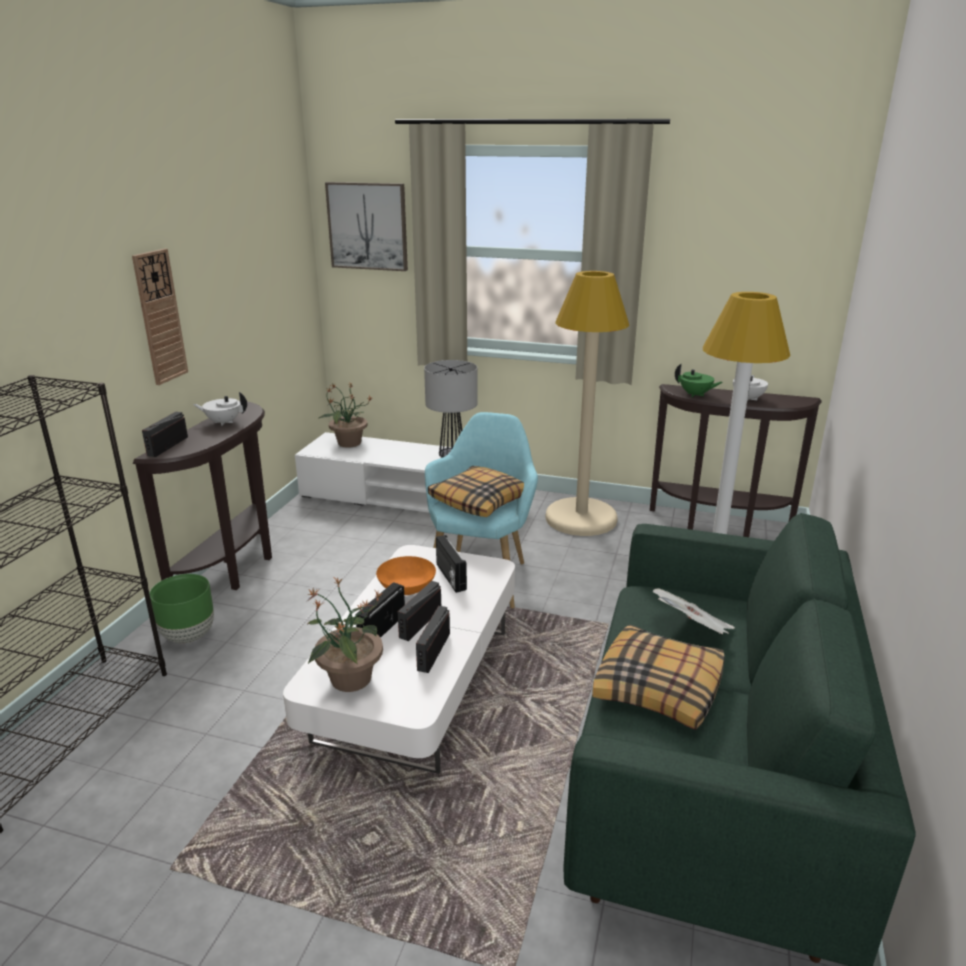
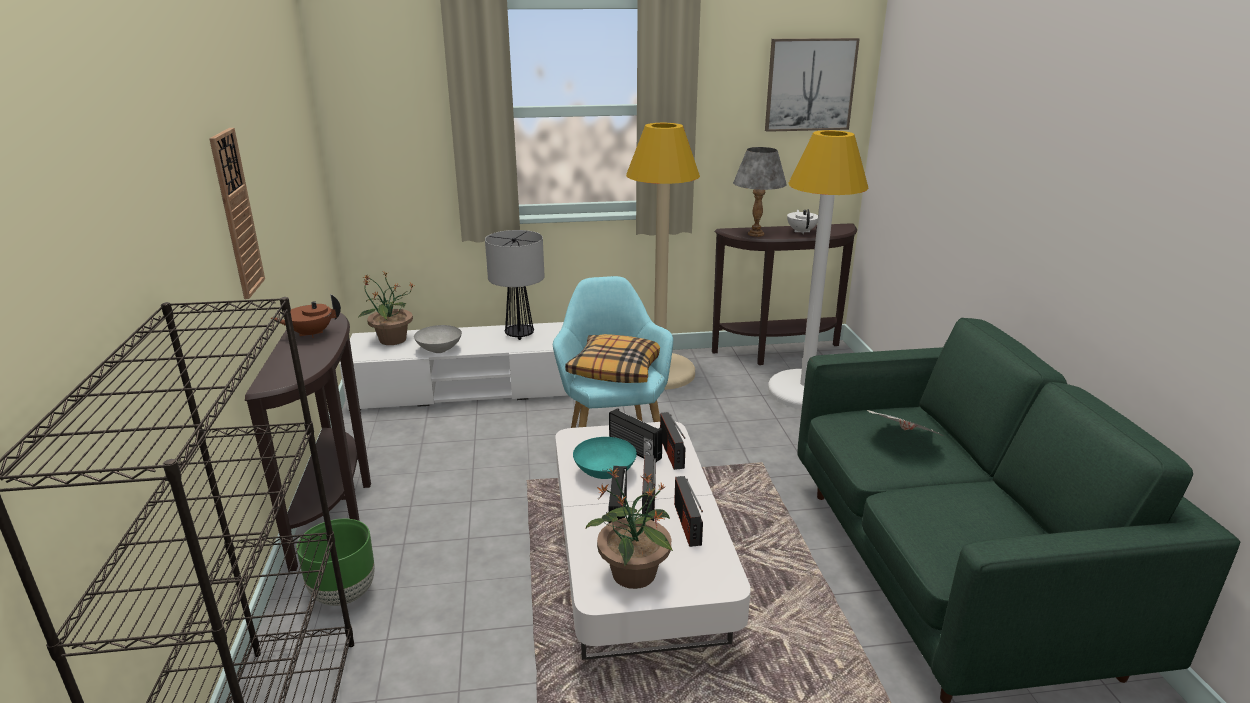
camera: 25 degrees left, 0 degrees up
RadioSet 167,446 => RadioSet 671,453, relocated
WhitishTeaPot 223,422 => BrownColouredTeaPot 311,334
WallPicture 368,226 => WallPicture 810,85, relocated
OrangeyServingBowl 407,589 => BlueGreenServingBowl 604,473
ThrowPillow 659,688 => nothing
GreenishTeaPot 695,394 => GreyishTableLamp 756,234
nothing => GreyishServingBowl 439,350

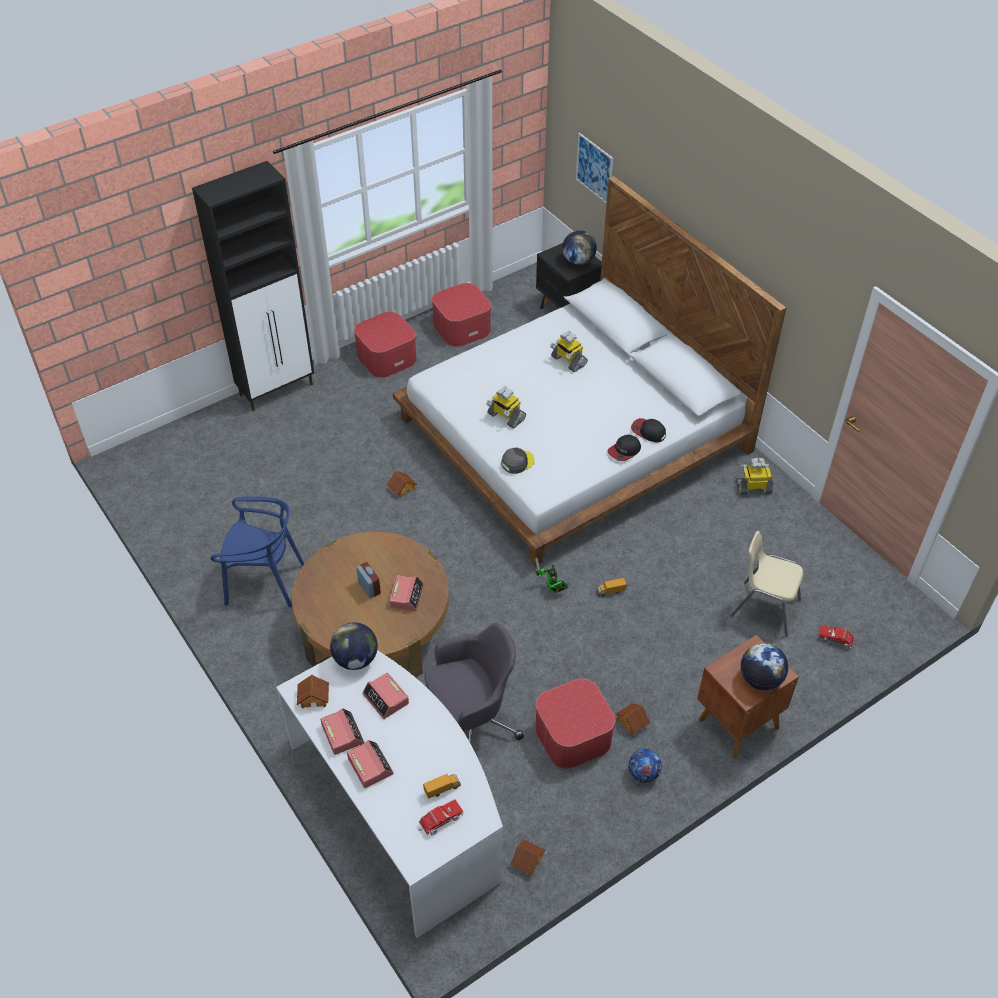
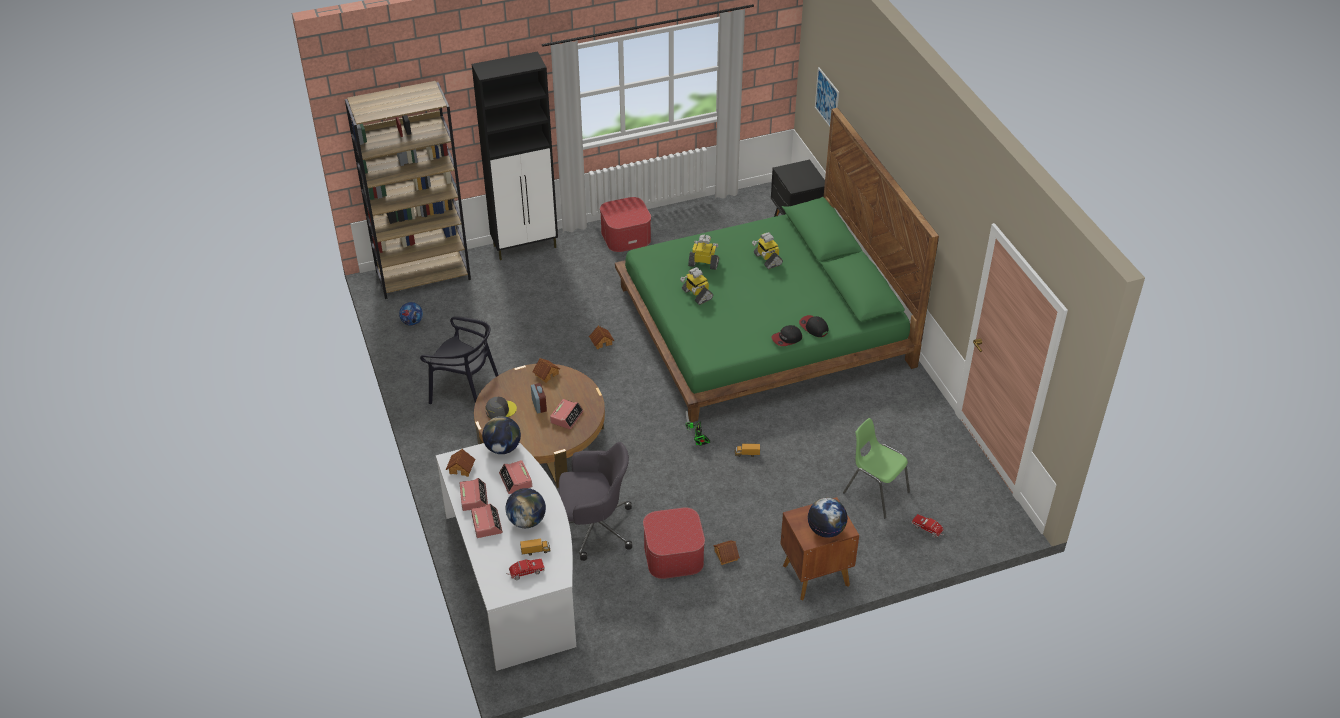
camera: 15 degrees right, 5 degrees down
BlueColouredPlainChair 264,582 => BlackishPlainChair 466,392
WhitishSleepingBed 572,434 => GreenishSleepingBed 762,324
Footrest 462,327 => nothing
GreyishPeakedCap 517,462 => GreyishPeakedCap 500,410, relocated
ToyHouse 527,860 => ToyHouse 546,374, relocated
WorldGlobe 578,261 => WorldGlobe 527,521, relocated
BallForFootball 643,773 => BallForFootball 412,322, relocated
BeigeColouredPlainChair 764,608 => GreenishPlainChair 875,492
ModelRobot 753,488 => ModelRobot 704,263, relocated
nothing => BrownColouredBookcase 423,275

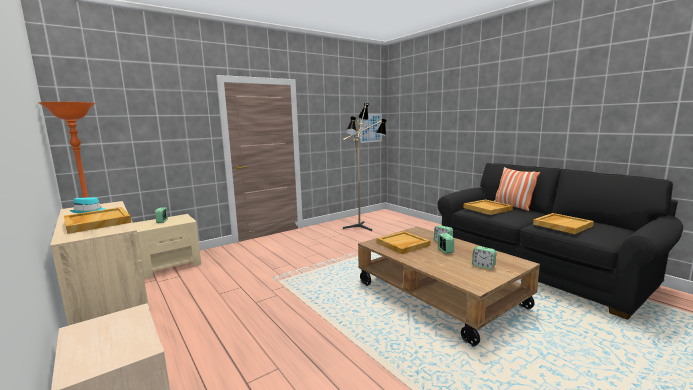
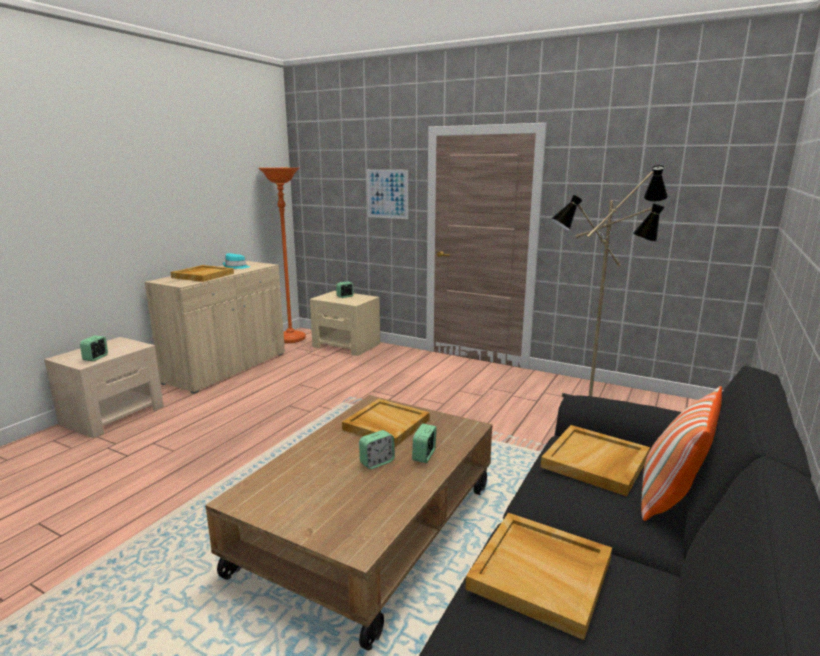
camera: 65 degrees right, 5 degrees up
WallPicture 371,128 => WallPicture 387,194, relocated
BedsideClock 483,266 => BedsideClock 96,358, relocated

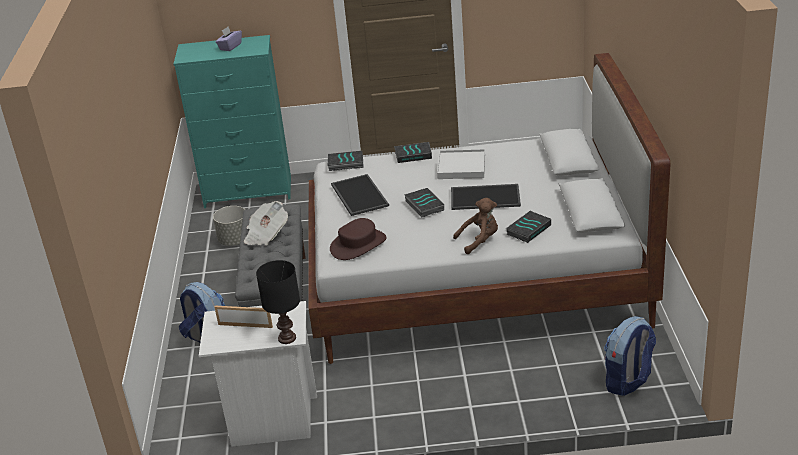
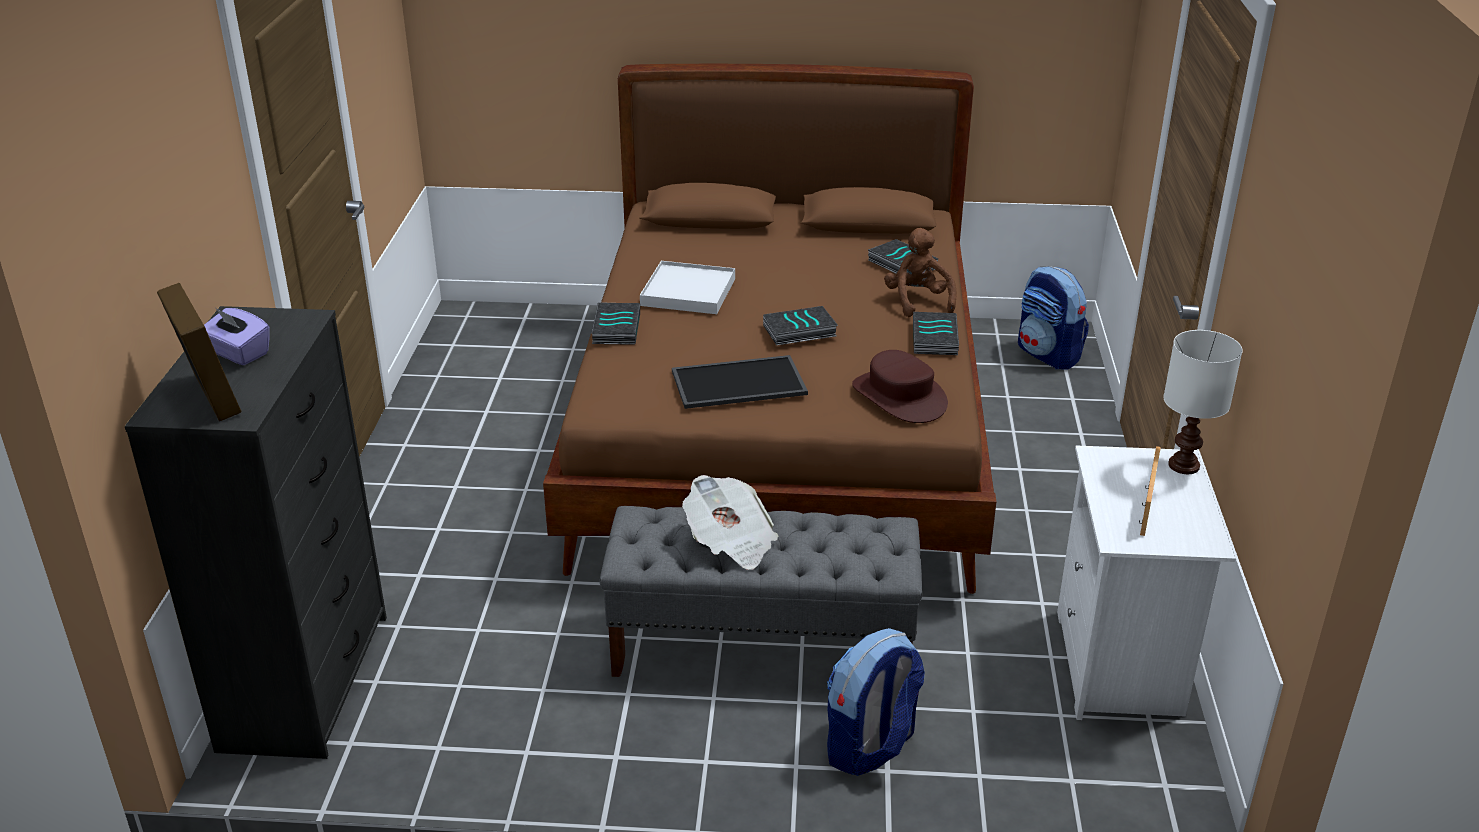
camera: 85 degrees left, 0 degrees up
BlueGreenDrawerChest 249,192 => BlackishDrawerChest 306,680
GreyishPlanter 234,241 => nothing
BlackishTableLamp 287,338 => WhitishTableLamp 1184,465
WhitishSleepingBed 474,279 => BrownColouredSleepingBed 781,435
Book 345,164 => Book 936,339, relocated
Tray 486,197 => nothing
nothing => StandingFrame 209,397

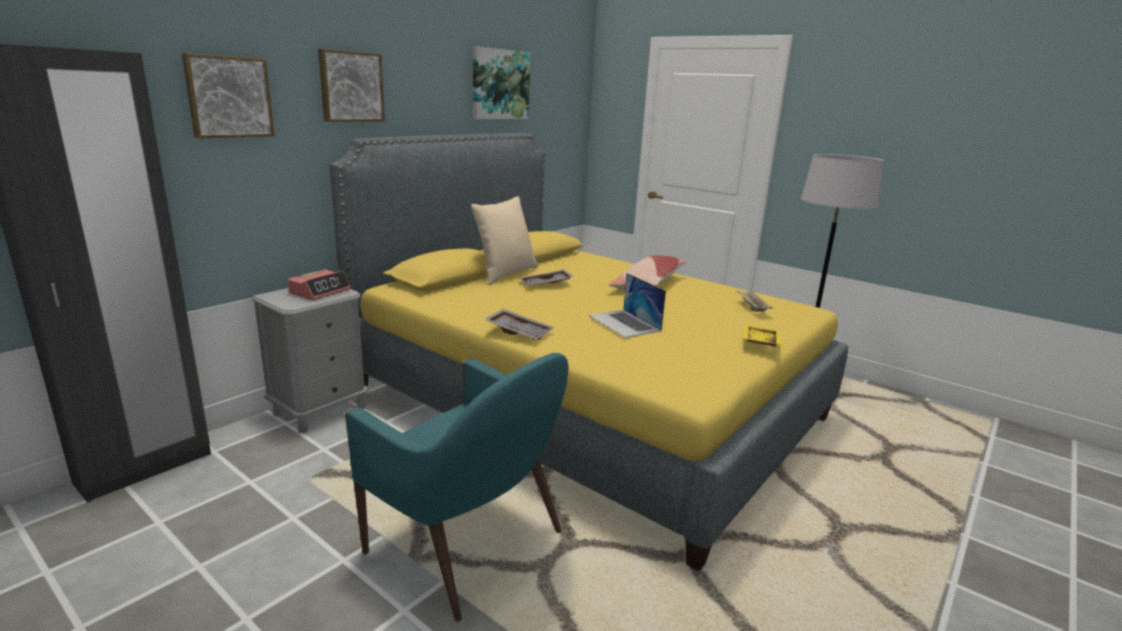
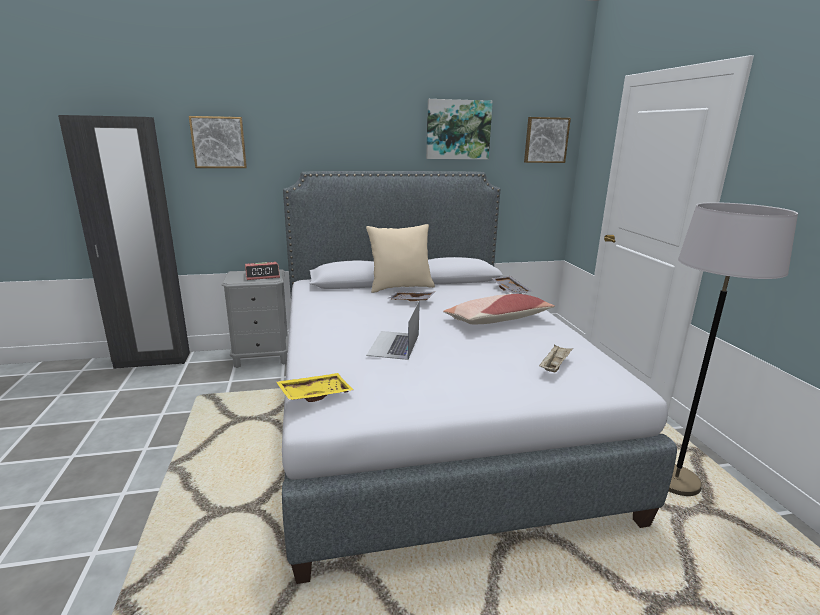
camera: 40 degrees right, 0 degrees up
WallPicture 350,86 => WallPicture 545,140, relocated
YellowSleepingBed 584,402 => GreyishSleepingBed 424,412
BlueGreenArmchair 468,544 => nothing
GreyishTray 519,332 => GreyishTray 511,290, relocated
YellowTray 759,343 => YellowTray 315,394, relocated

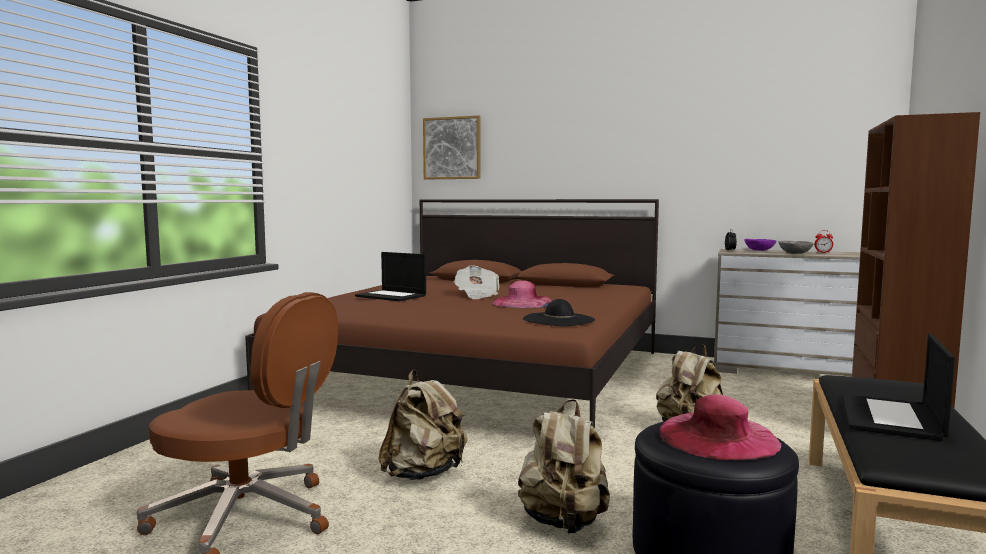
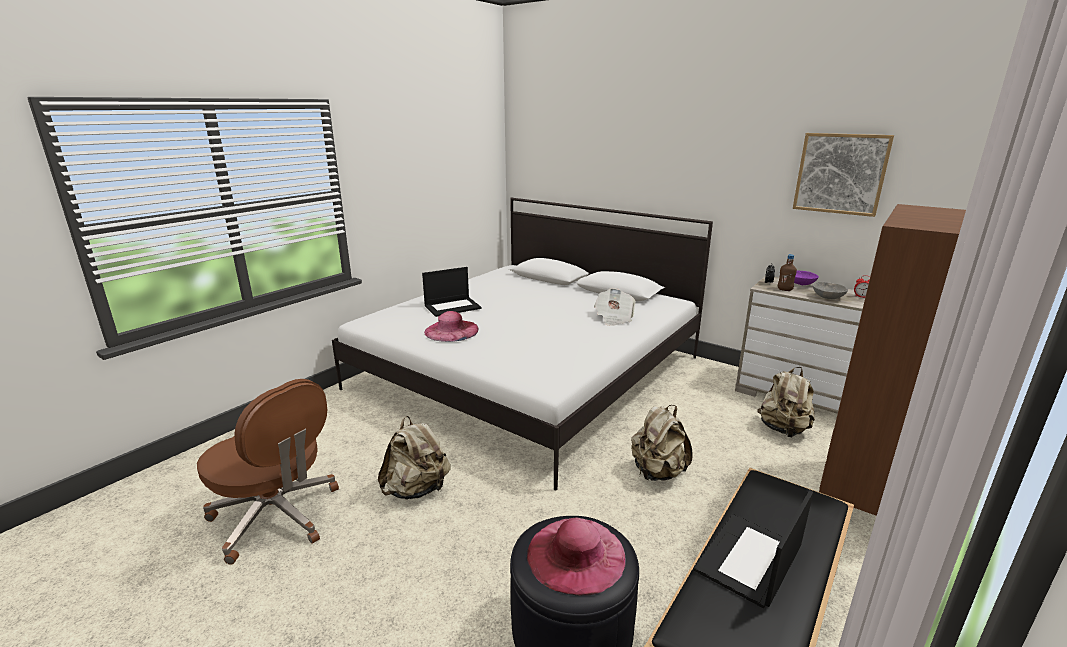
camera: 15 degrees right, 15 degrees up
BrownColouredSleepingBed 481,376 => WhitishSleepingBed 528,372
PortableComputer 392,296 => PortableComputer 453,307, 75 degrees counterclockwise
WallPicture 452,148 => WallPicture 840,173, relocated
Newspaper 477,295 => Newspaper 614,318, relocated
PinkColouredClothingHat 523,302 => PinkColouredClothingHat 451,330, relocated
BeigeColouredBackpack 563,522 => BeigeColouredBackpack 783,429, relocated
BlackishClothingHat 558,319 => nothing
nothing => BrownColouredBeverageBottle 784,290

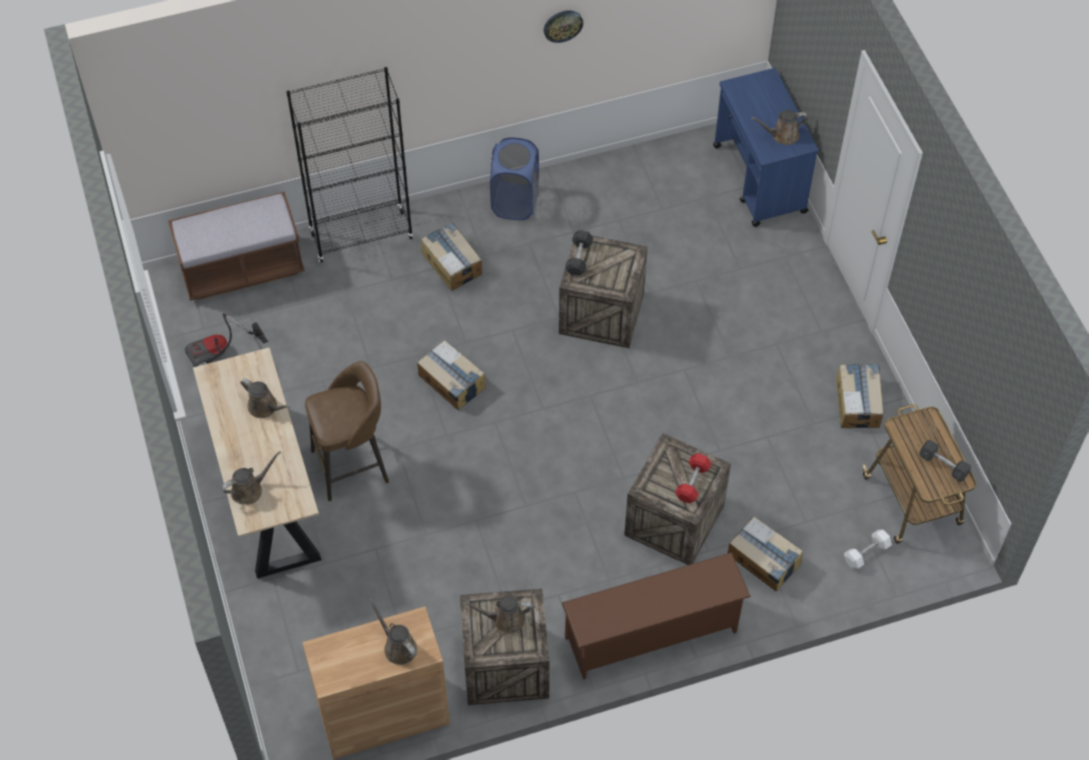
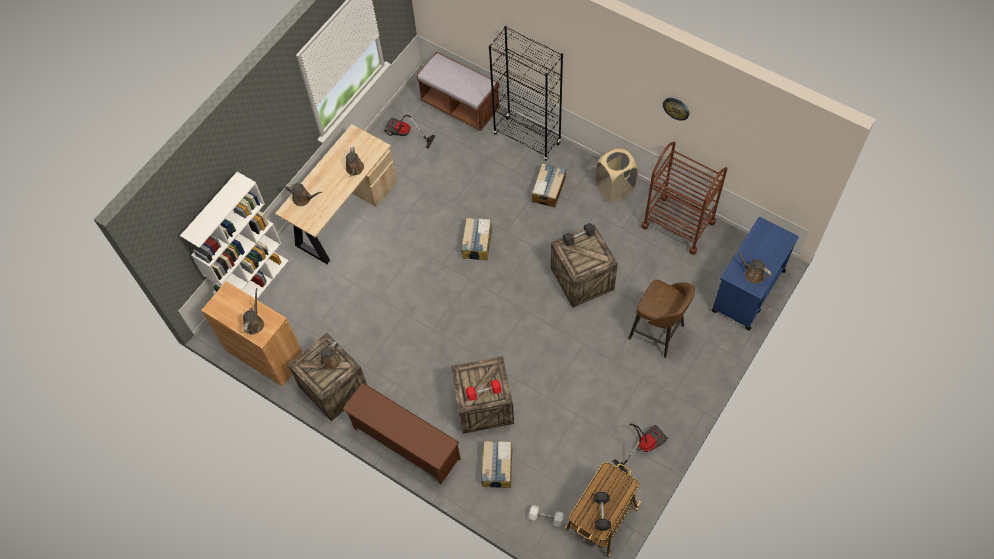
camera: 55 degrees right, 5 degrees up
BrownColouredStool 353,466 => BrownColouredStool 658,333, relocated
BrownColouredWateringCan 505,619 => BrownColouredWateringCan 329,363, 105 degrees counterclockwise
BlueColouredLaundryBasket 515,202 => BeigeColouredLaundryBasket 614,188
Carton 858,402 => VacuumCleaner 642,446
nothing => WhitishBookcase 255,284
nothing => BrownColouredCart 678,224

